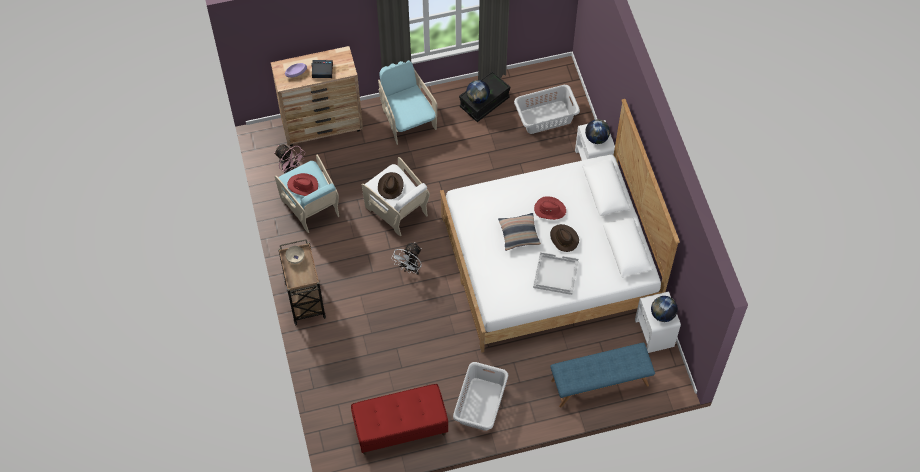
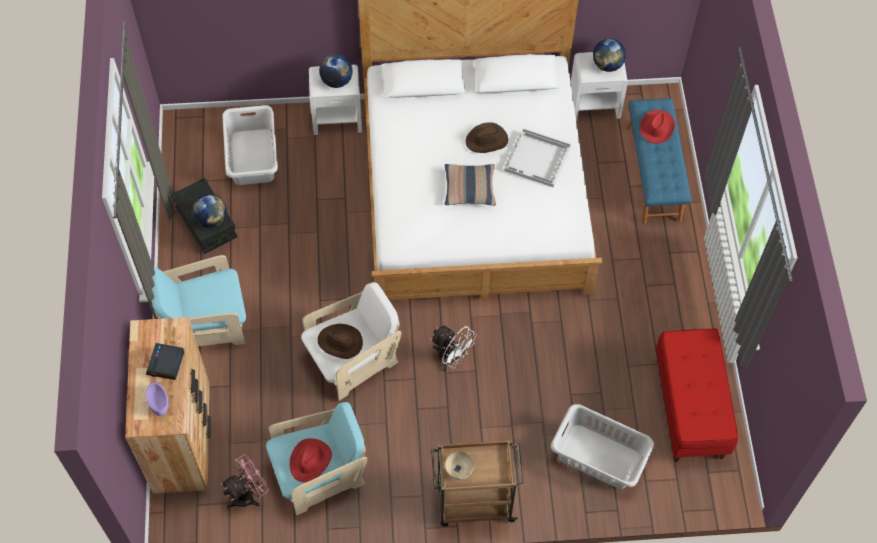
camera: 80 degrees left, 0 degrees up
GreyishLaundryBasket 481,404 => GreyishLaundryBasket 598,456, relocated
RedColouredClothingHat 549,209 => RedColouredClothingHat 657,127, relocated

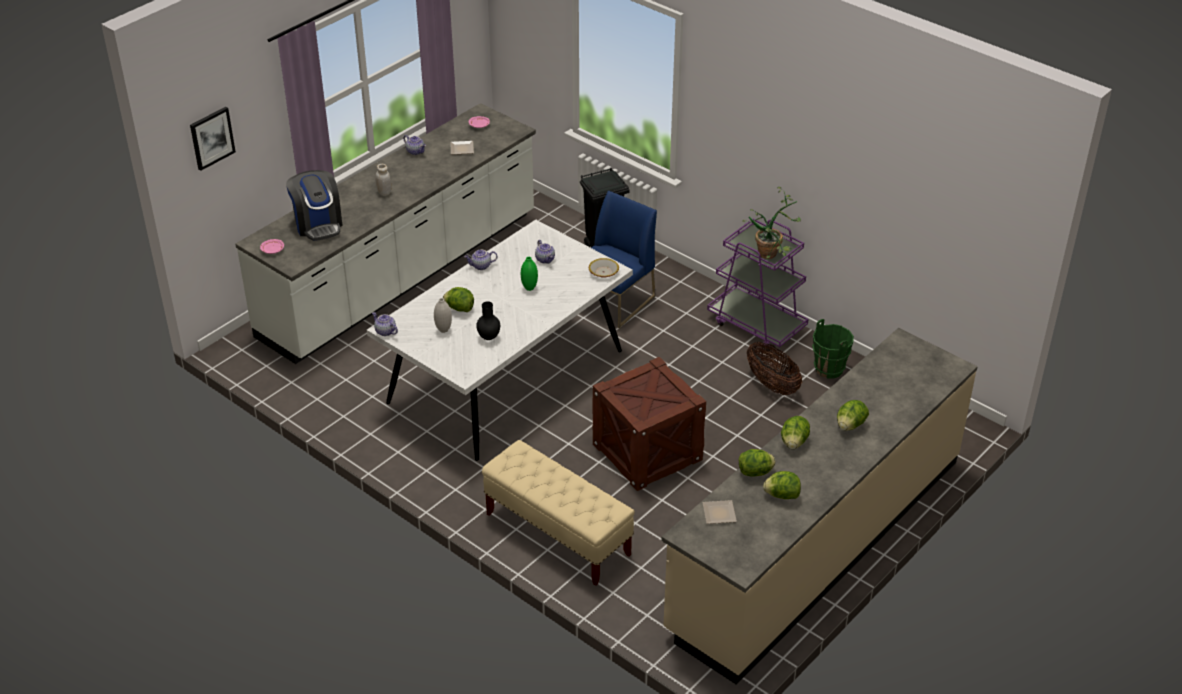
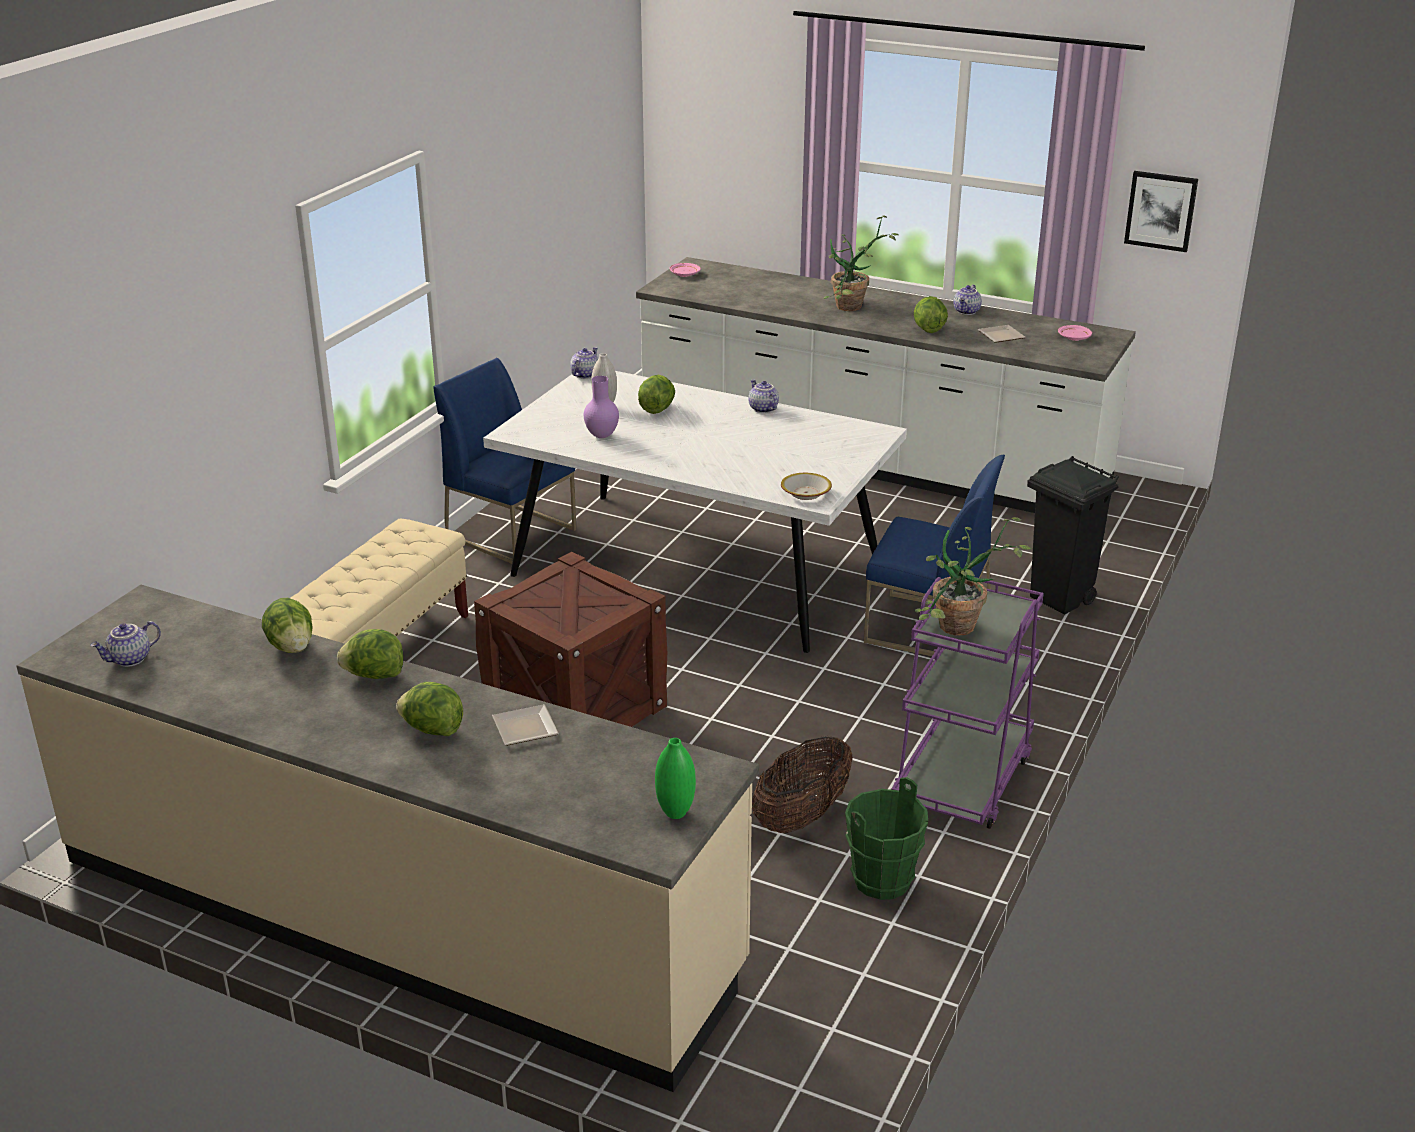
camera: 75 degrees right, 10 degrees down
WallPicture 212,138 => WallPicture 1161,210, relocated
CoffeeMaker 318,224 => nothing
WhitishStorageJar 384,192 => PlantInAPot 853,309
BlackishVase 489,337 => PurpleColouredVase 602,436
GreenishVase 529,288 => GreenishVase 675,813, relocated
TeaPot 545,259 => TeaPot 130,659, relocated
Plate 720,514 => Plate 524,730, relocated
HeadOfLettuce 781,495 => HeadOfLettuce 928,329, relocated
nothing => BlueColouredPlainChair 512,533

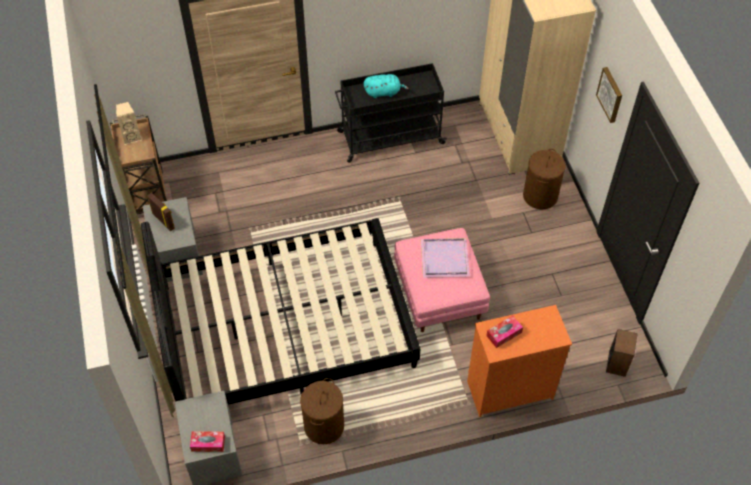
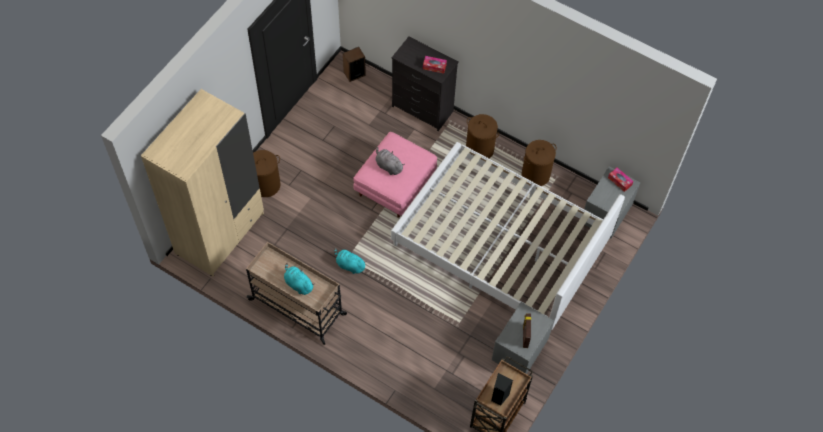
camera: 135 degrees left, 5 degrees up
BeigeColouredLoudspeaker 132,137 => BlackishLoudspeaker 499,396
BlackishSleepingBed 285,326 => WhitishSleepingBed 500,244
BlackishCart 389,137 => BeigeColouredCart 298,307
PurpleColouredTray 445,258 => GreyishCuddlyToy 388,166
OrangeyDrawerChest 509,390 => BlackishDrawerChest 422,109
WallPicture 611,94 => nothing
nothing => BlueGreenCuddlyToy 349,265
nothing => BrownColouredLaundryBasket 480,149

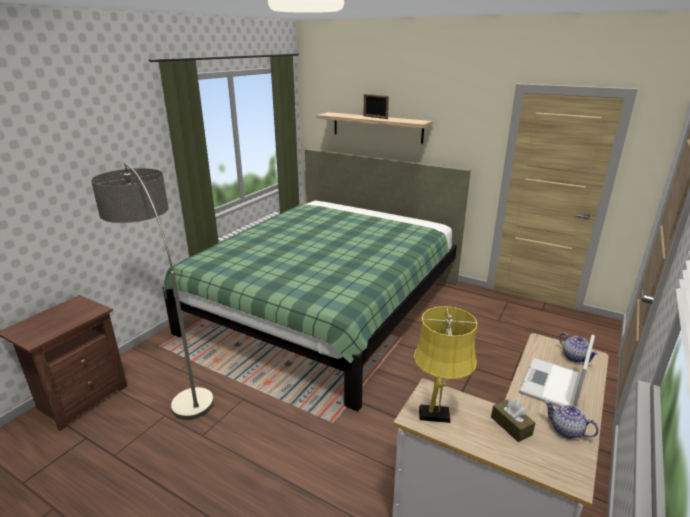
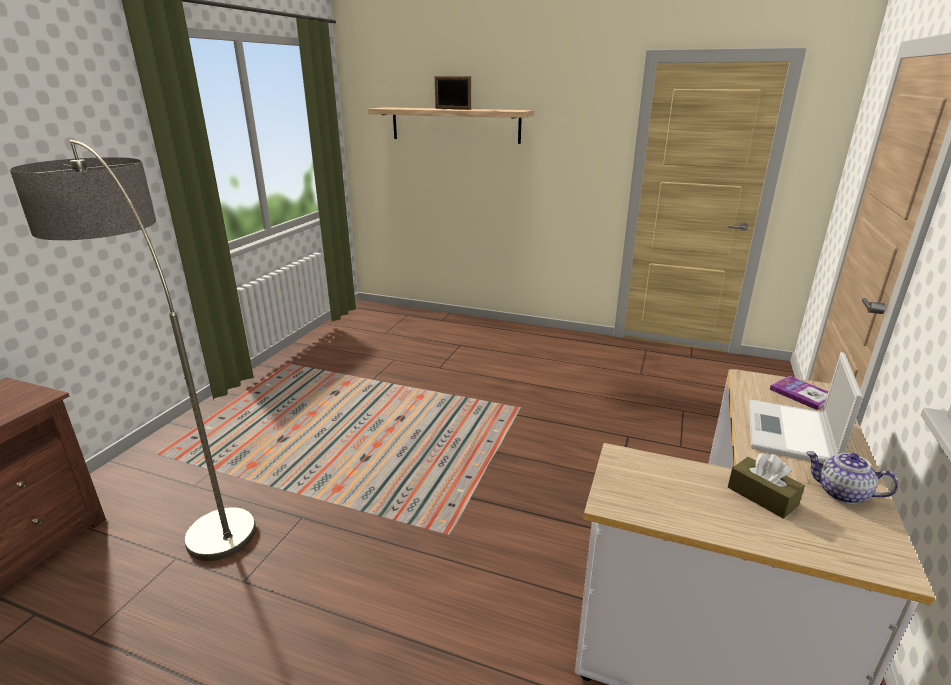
camera: 10 degrees left, 0 degrees up
GreenishSleepingBed 326,306 => nothing
YellowTableLamp 438,415 => nothing
TeaPot 575,357 => Book 802,394

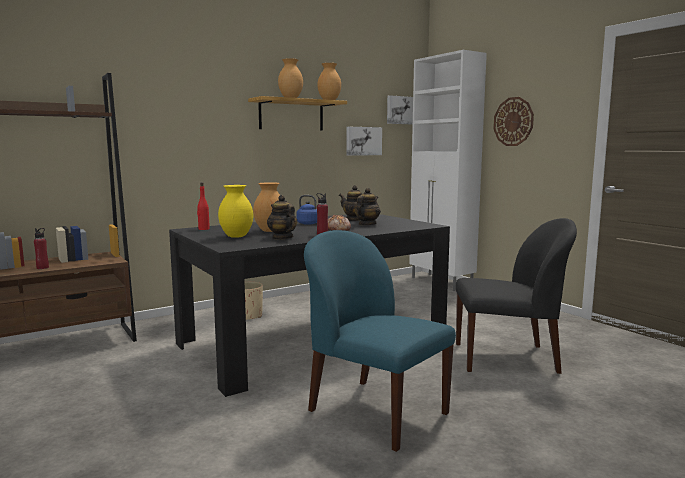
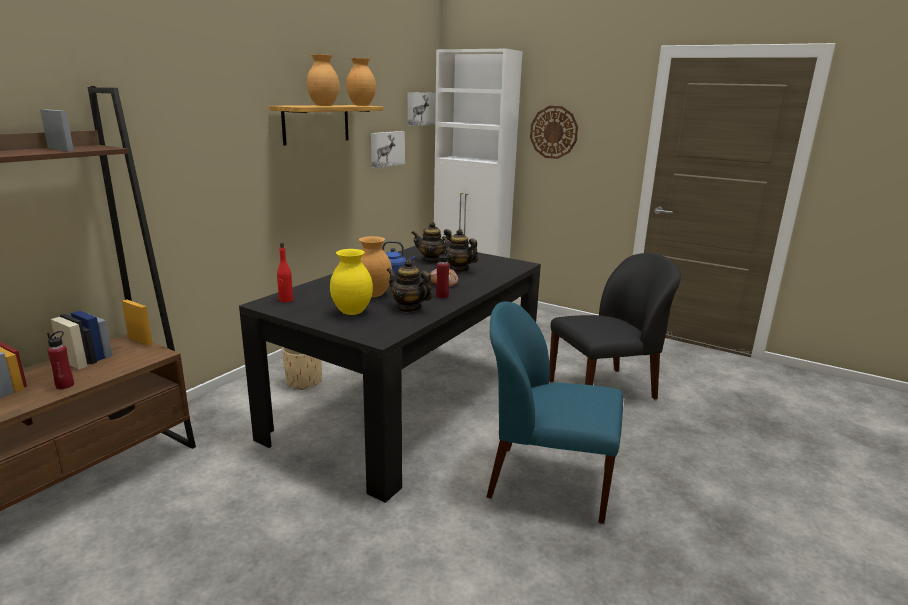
camera: 25 degrees left, 10 degrees up
TeaPot 367,224 => TeaPot 458,269, 60 degrees counterclockwise

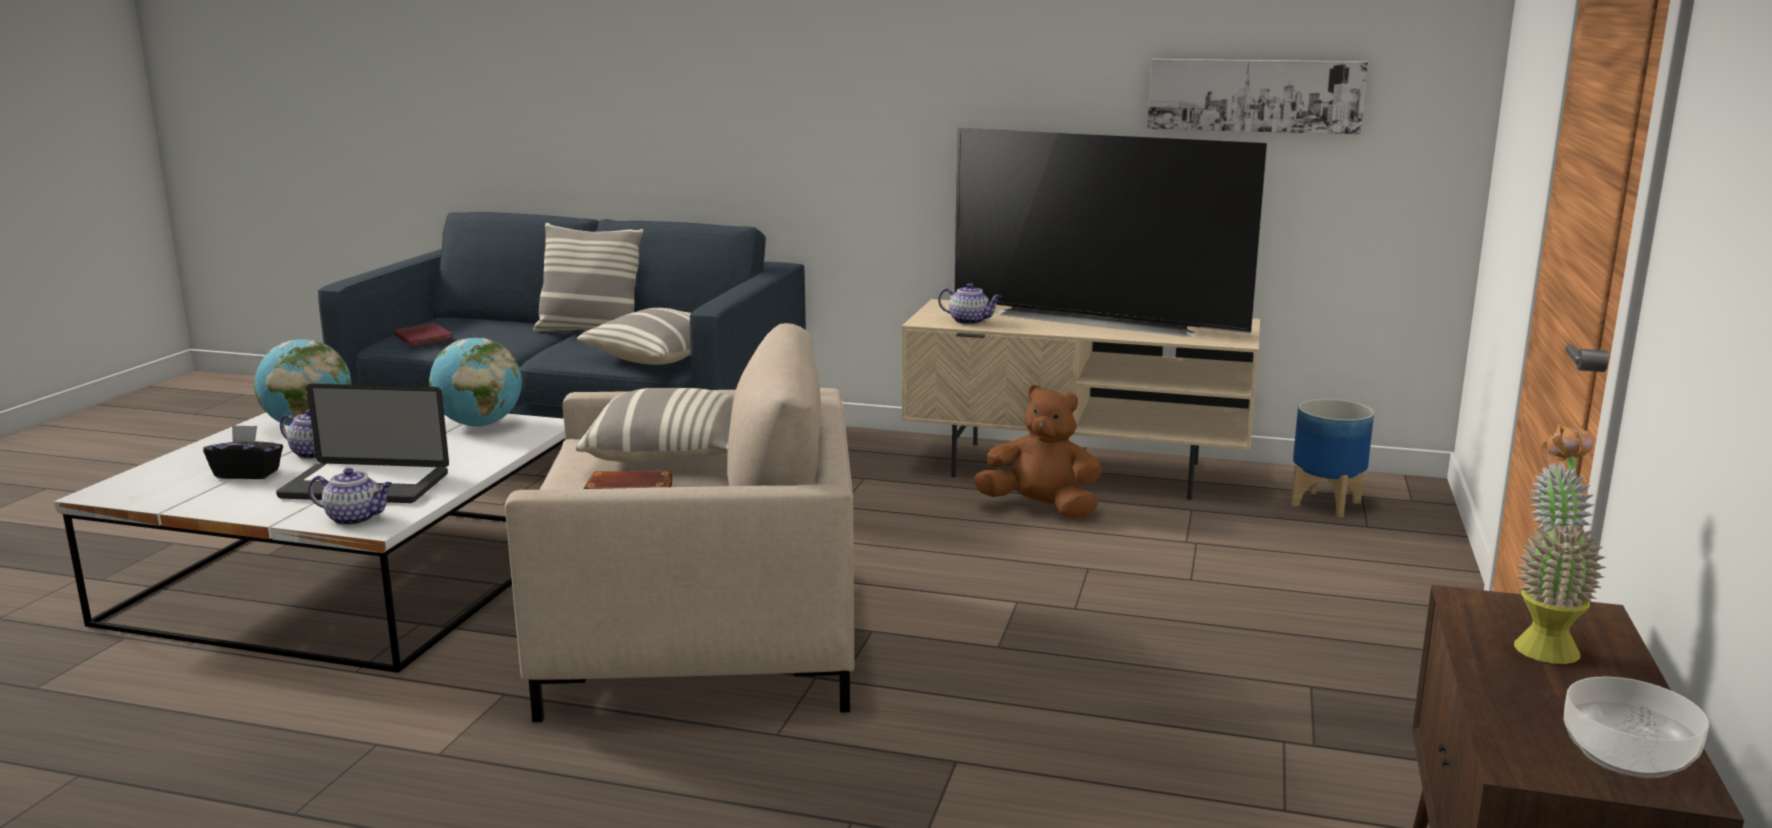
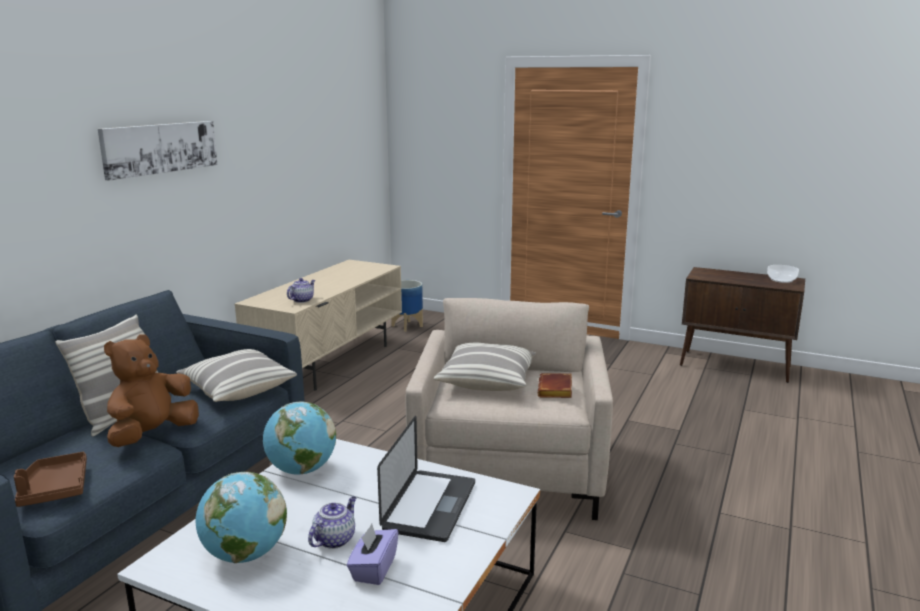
camera: 80 degrees left, 0 degrees up
BlackishTissueBox 248,474 => PurpleColouredTissueBox 373,569
TeaPot 355,518 => nothing
RedColouredBook 424,339 => BrownColouredTray 54,489
Tv 1099,320 => nothing
BrownColouredCuddlyToy 1040,508 => BrownColouredCuddlyToy 153,435, relocated
WallPicture 1254,95 => WallPicture 160,148, relocated
PlantInAPot 1542,643 => nothing

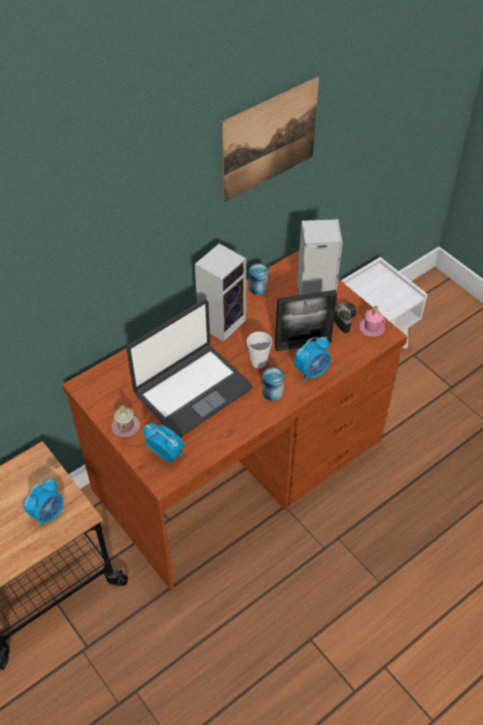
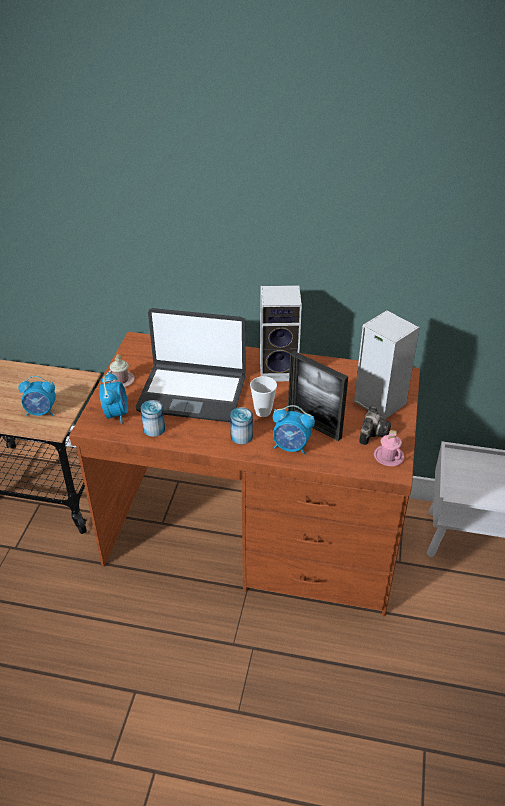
camera: 50 degrees right, 10 degrees down
WallPicture 269,140 => nothing
MetalCan 258,288 => MetalCan 154,429, relocated

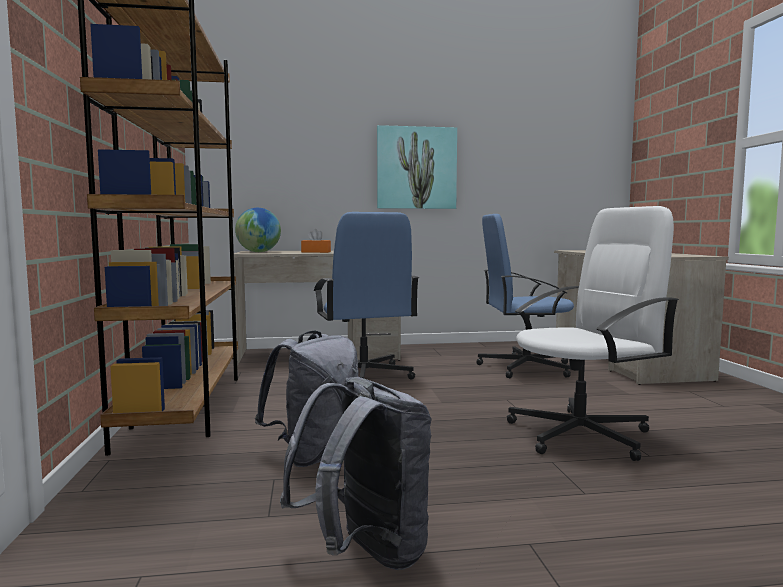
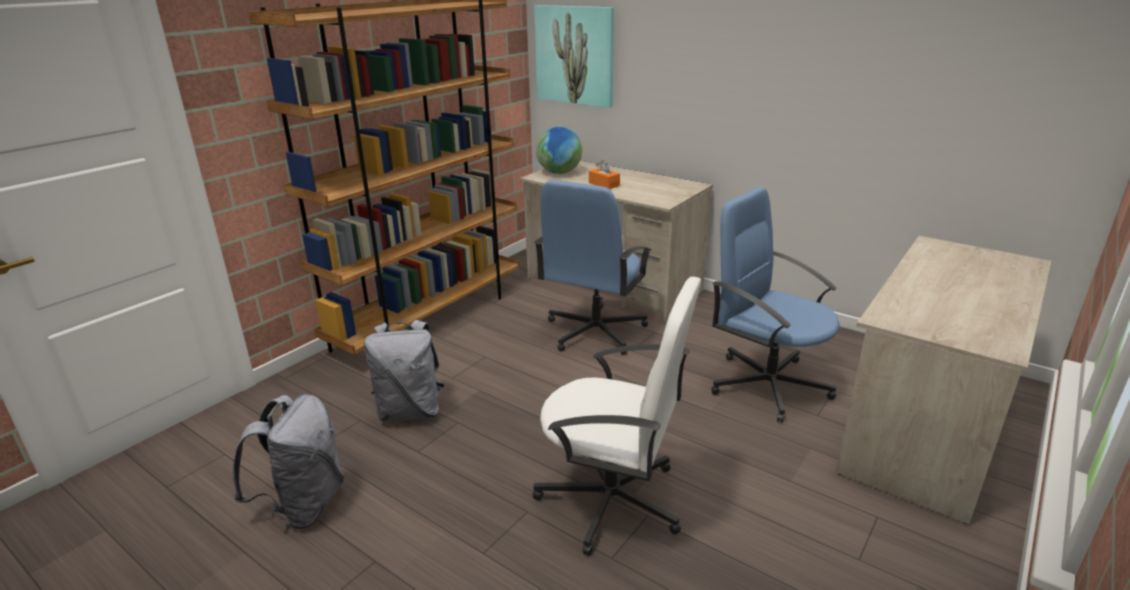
camera: 45 degrees right, 20 degrees up
WallPicture 416,168 => WallPicture 574,55, relocated

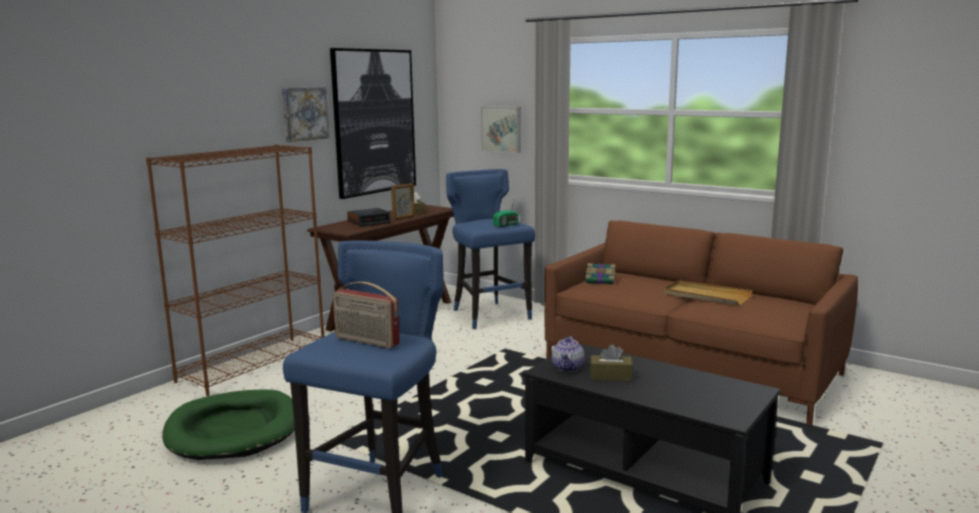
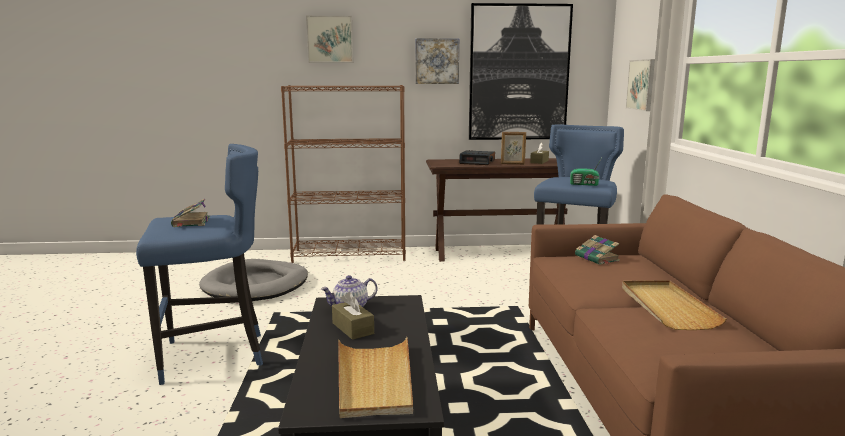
camera: 50 degrees right, 0 degrees up
GreenishPetBed 233,430 => GreyishPetBed 256,285
RadioSet 366,341 => Book 191,222
nothing => WallPicture 330,39
nothing => BeigeColouredTray 374,380

